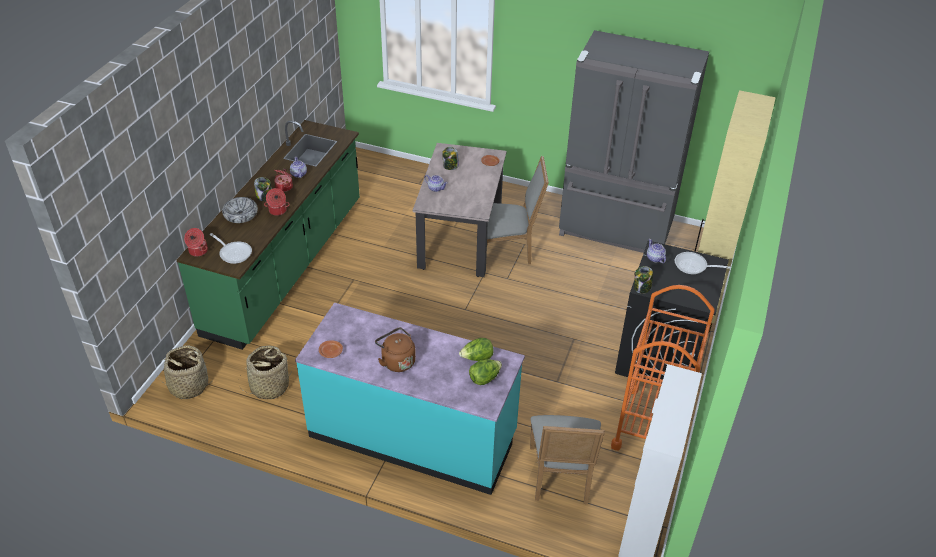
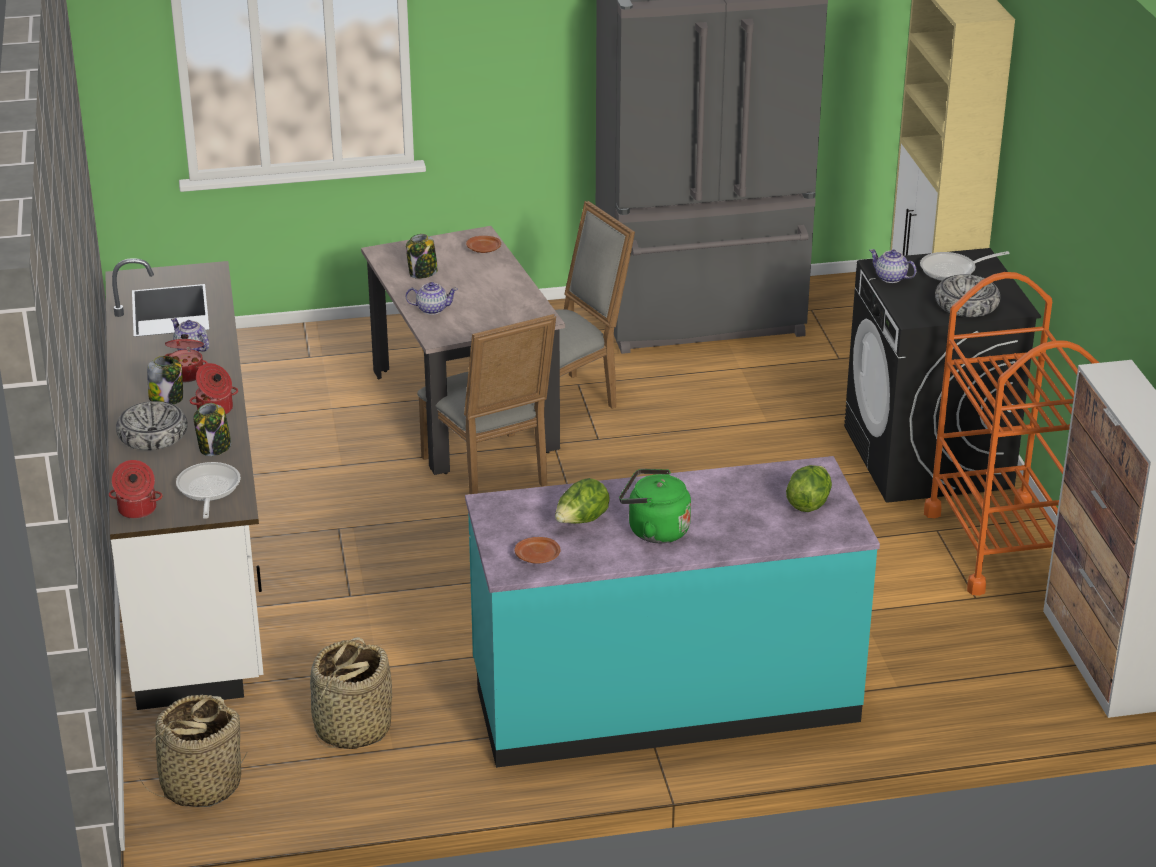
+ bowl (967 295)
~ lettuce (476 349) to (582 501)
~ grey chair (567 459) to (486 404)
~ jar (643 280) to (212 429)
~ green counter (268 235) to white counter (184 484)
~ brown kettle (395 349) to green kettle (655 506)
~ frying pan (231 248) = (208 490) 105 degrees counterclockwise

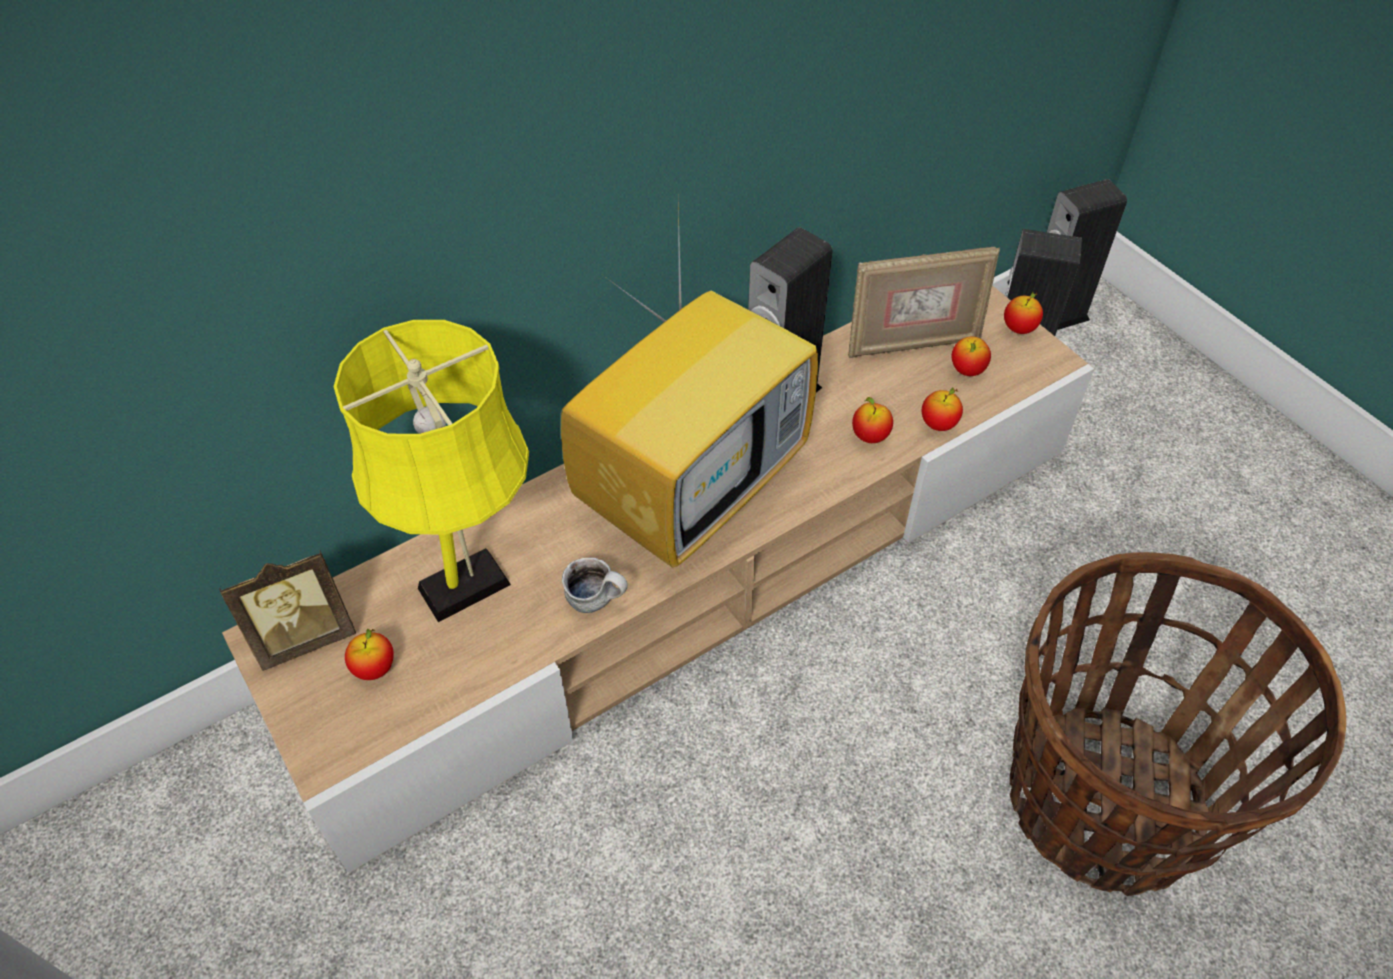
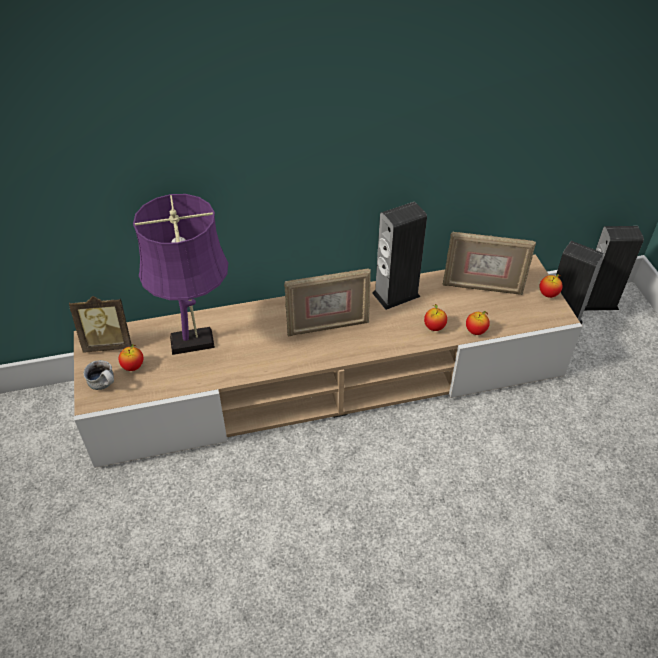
- apple (971 356)
- basket (1178 724)
~ mug (595 585) to (98 375)
~ television (689 387) to picture frame (327 302)
~ yellow table lamp (431 471) to purple table lamp (180 274)

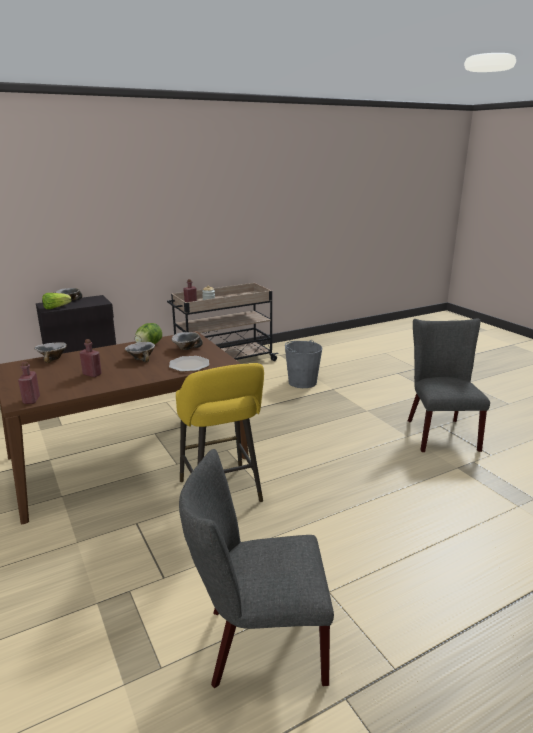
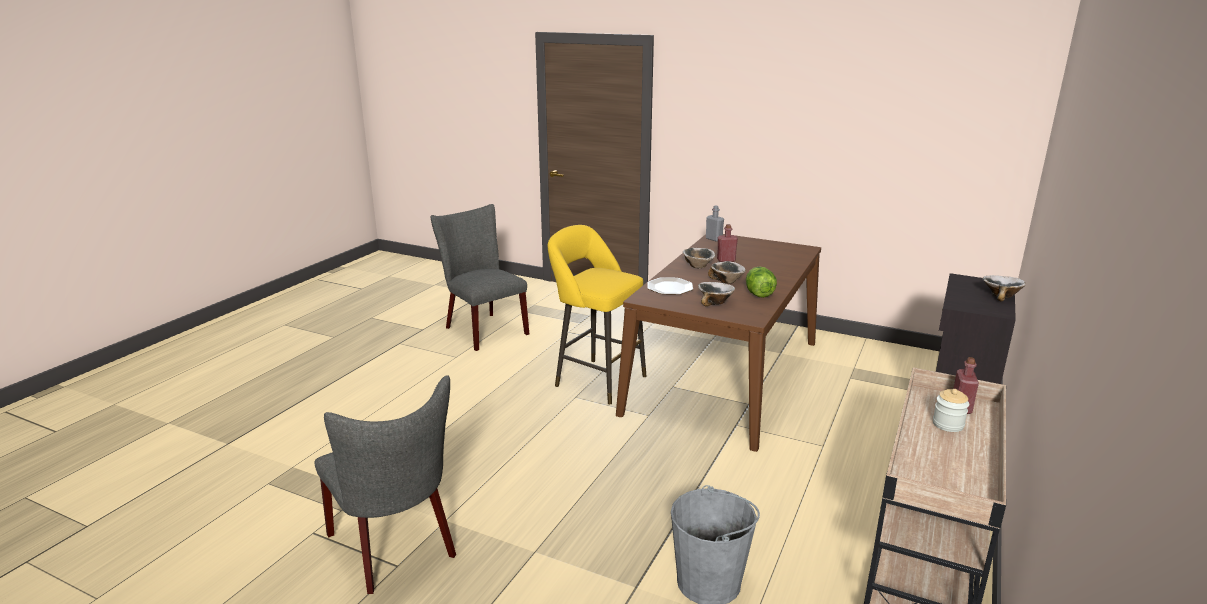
- lettuce (57 301)
~ bowl (50 352) to (699 258)
~ red bottle (29 382) to grey bottle (715 224)
~ grey chair (256 568) = (480 277) 90 degrees counterclockwise

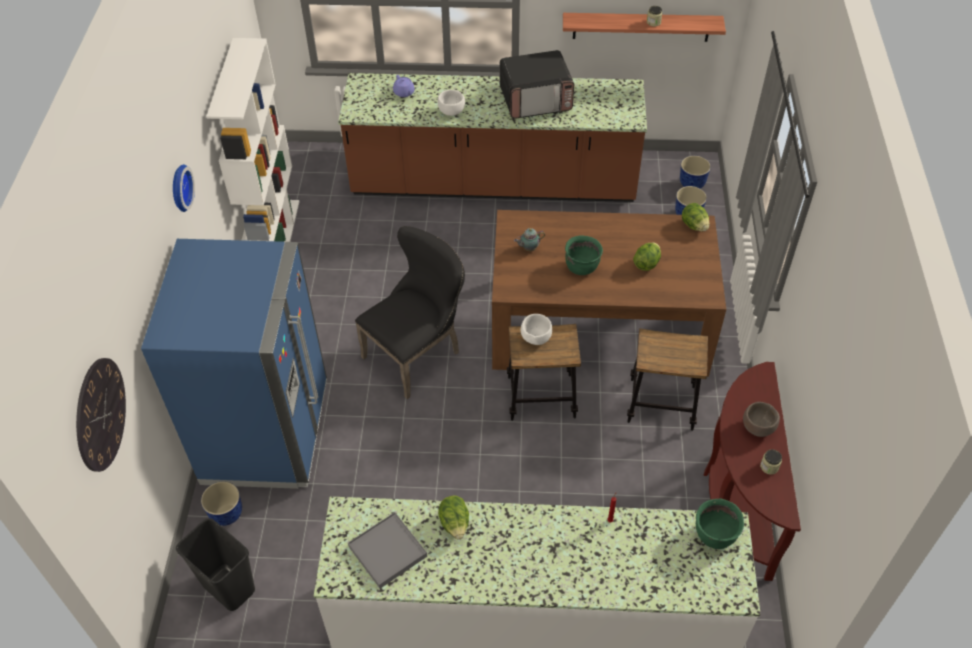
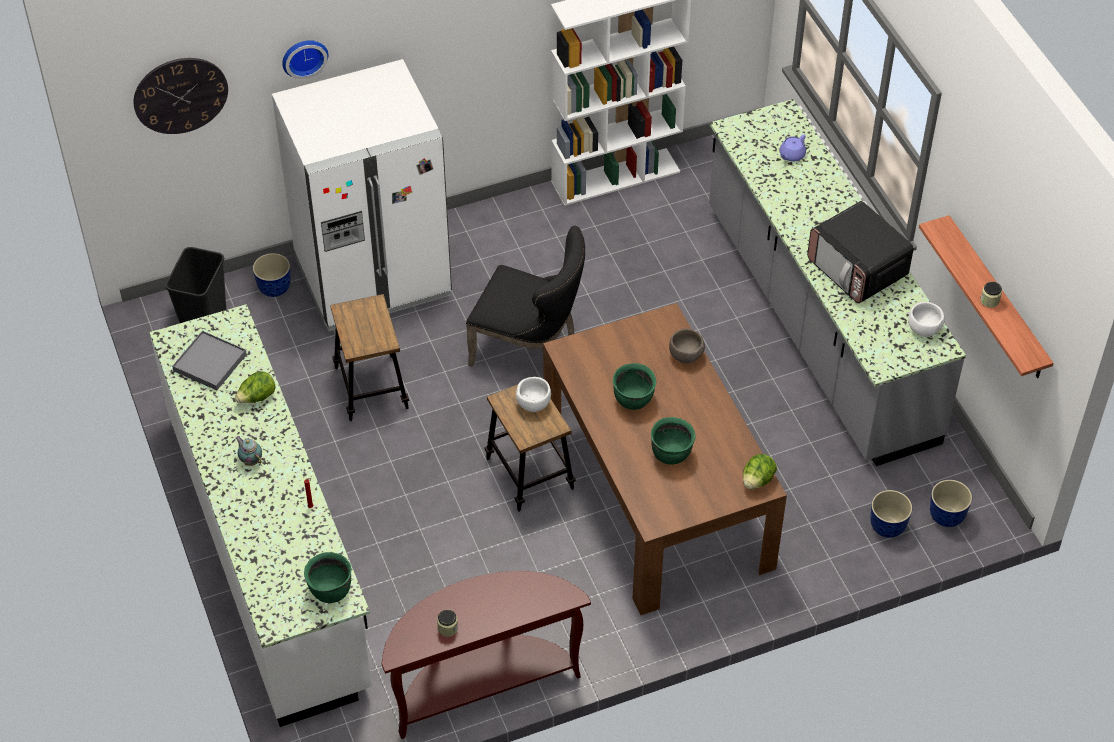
~ wall clock (184 188) to (305 59)
~ white bowl (451 103) to (926 319)
~ teapot (529 239) to (248 451)
~ stool (667 379) to (369 357)
~ brown bowl (761 419) to (687 346)
~ lettuce (647 256) to green cooking pot (673 441)
~ blue fridge (234 364) to white fridge (362 195)
~ brown counter (492 137) to grey counter (837 282)

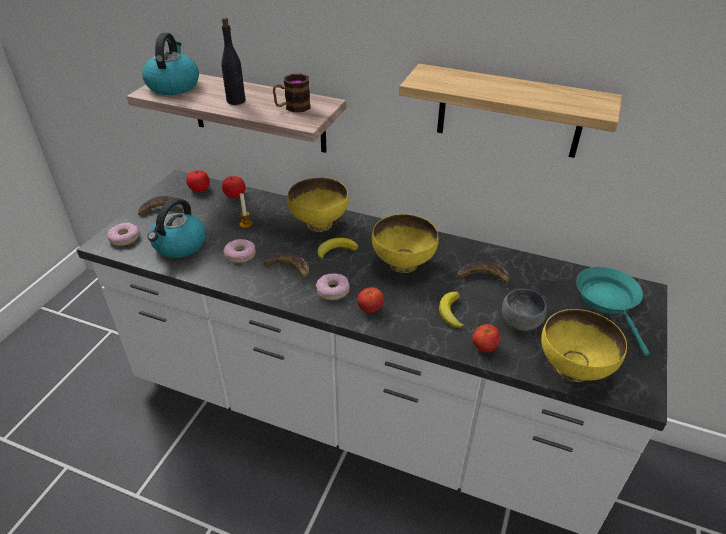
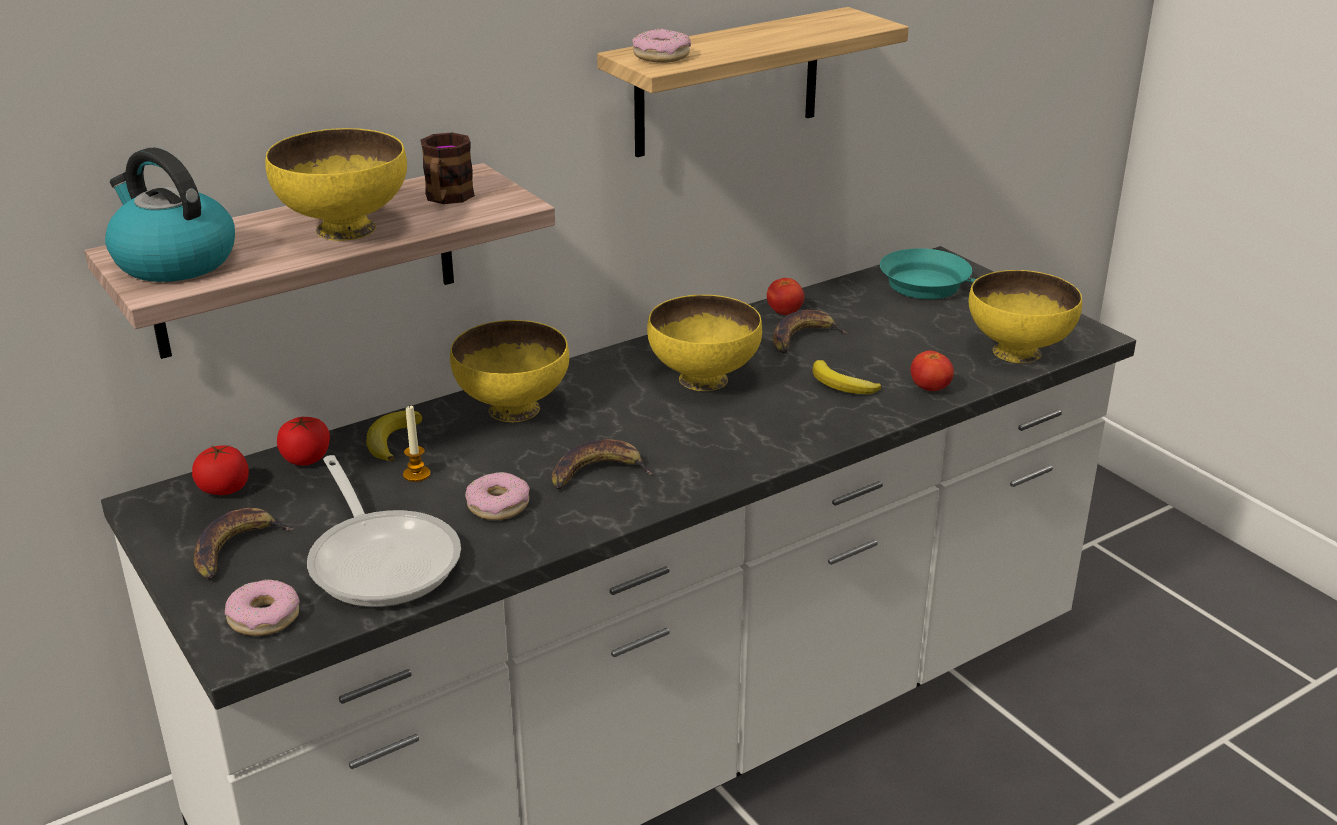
- grey bowl (524 310)
~ donut (332 286) to (661 46)
~ banana (337 249) to (394 435)
~ tomato (370 300) to (785 296)
~ kettle (176 228) to frying pan (384 531)
~ black bottle (233 61) to yellow bowl (336 184)

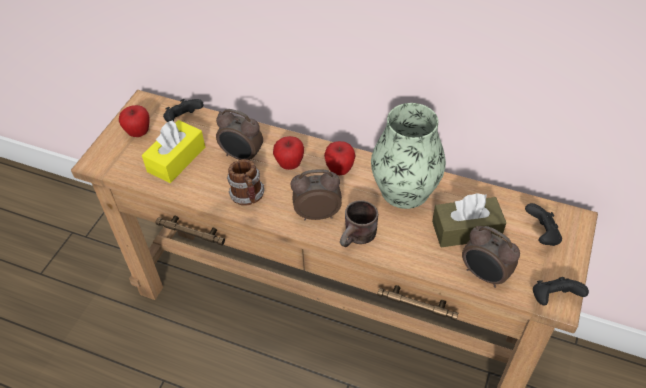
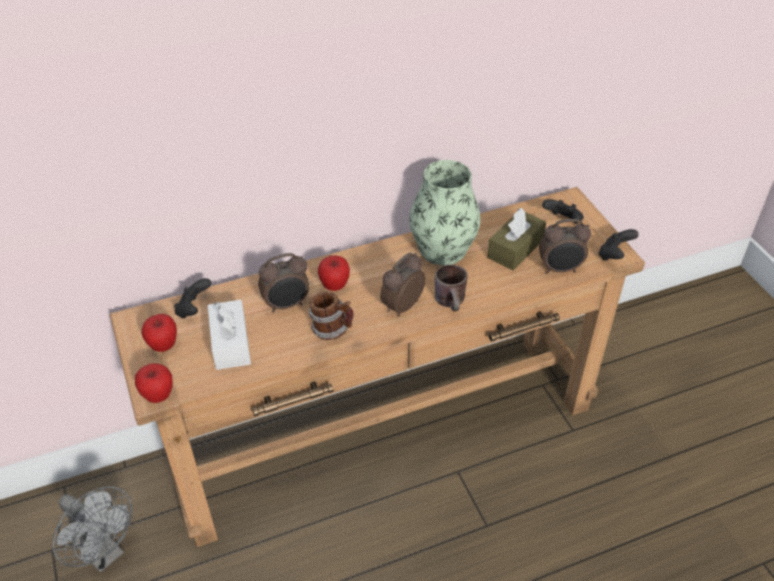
+ grey fan (92 529)
~ apple (340 158) to (154 383)
~ yellow tissue box (173 151) to white tissue box (229 335)

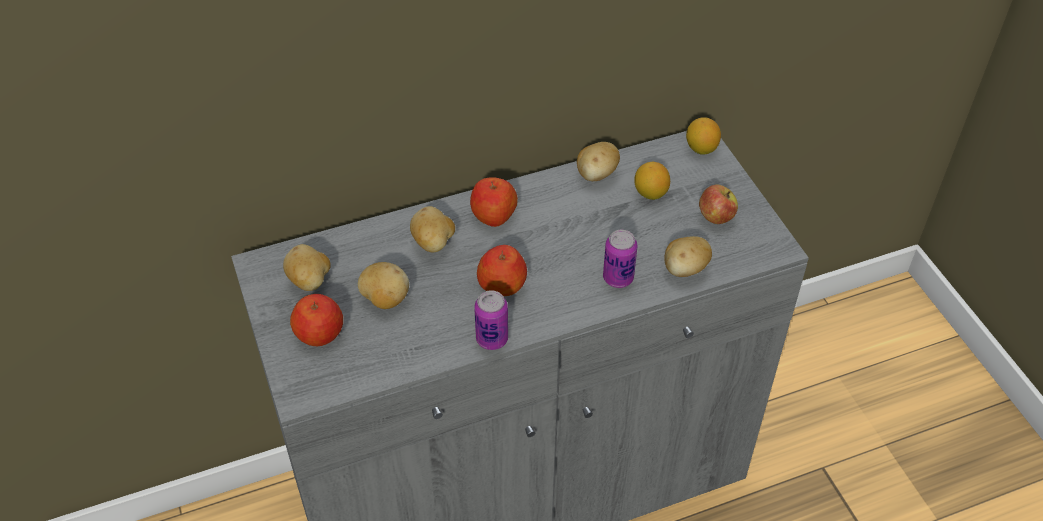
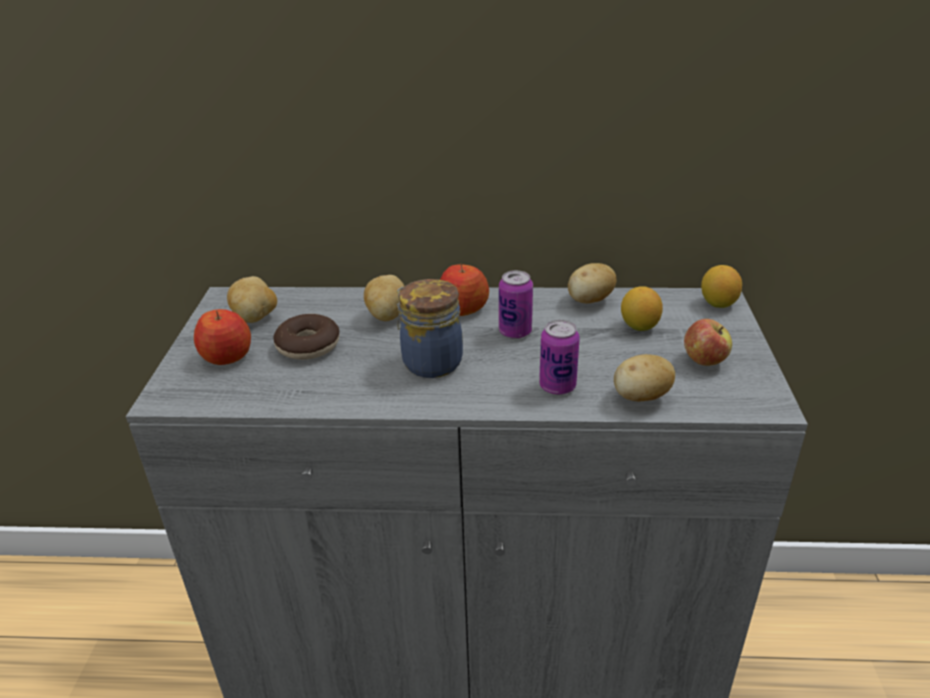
~ can (491 320) to (516 304)
~ potato (383 285) to donut (306 337)
~ apple (502 270) to jar (430 328)

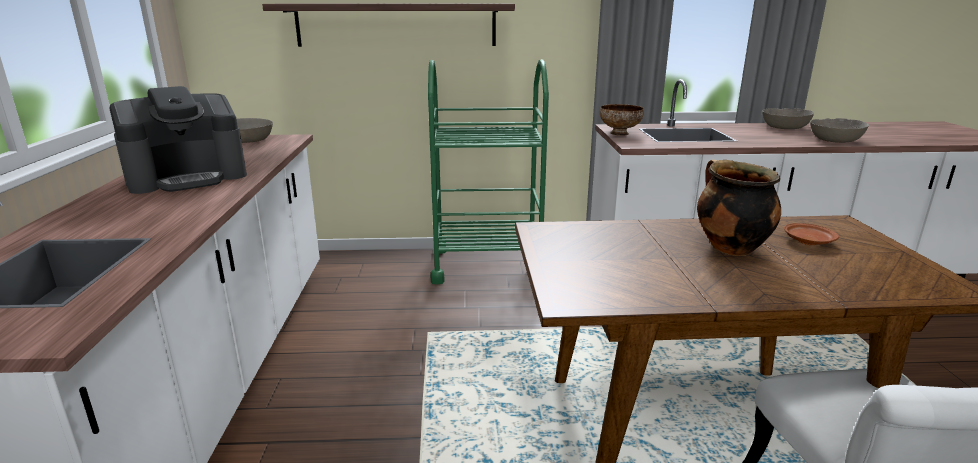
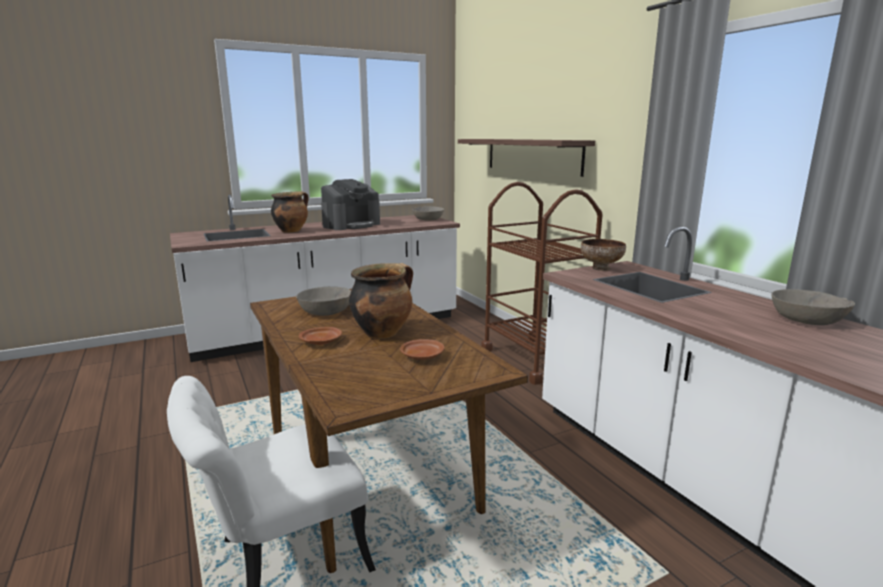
+ cooking pot (290 212)
+ brown plate (320 336)
~ grey bowl (839 130) to (323 301)
~ green cart (488 172) to brown cart (542 283)
~ coffee machine (178 140) = (350 204) 75 degrees counterclockwise

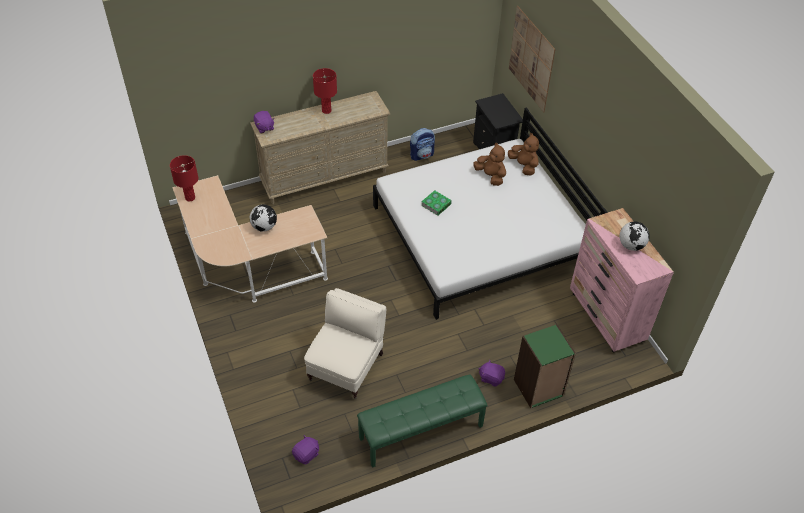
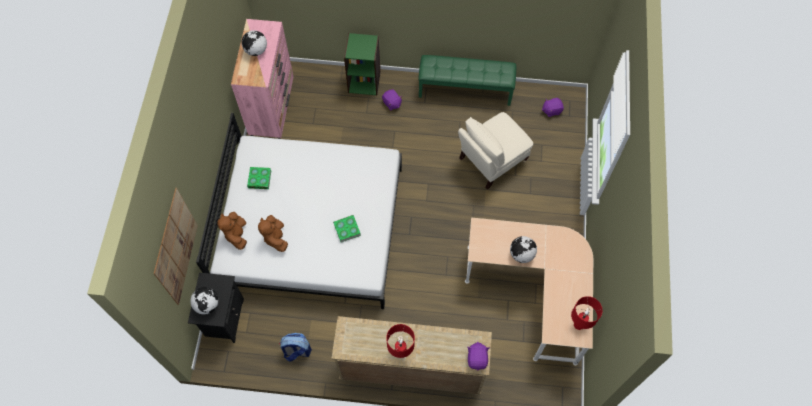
+ globe (204 301)
+ book (259 178)

